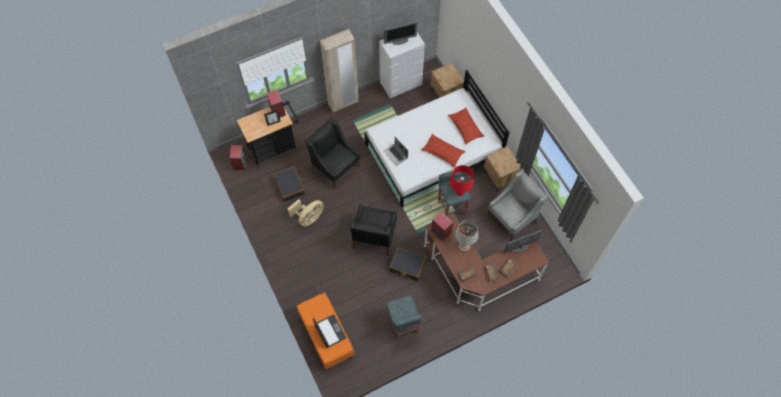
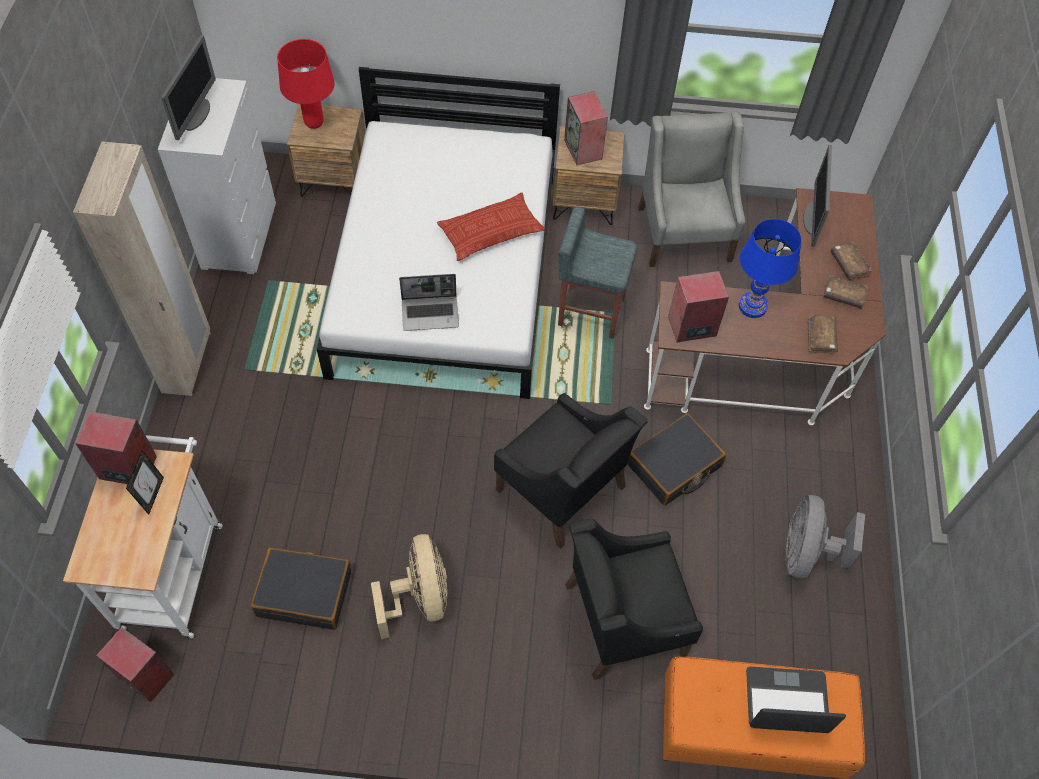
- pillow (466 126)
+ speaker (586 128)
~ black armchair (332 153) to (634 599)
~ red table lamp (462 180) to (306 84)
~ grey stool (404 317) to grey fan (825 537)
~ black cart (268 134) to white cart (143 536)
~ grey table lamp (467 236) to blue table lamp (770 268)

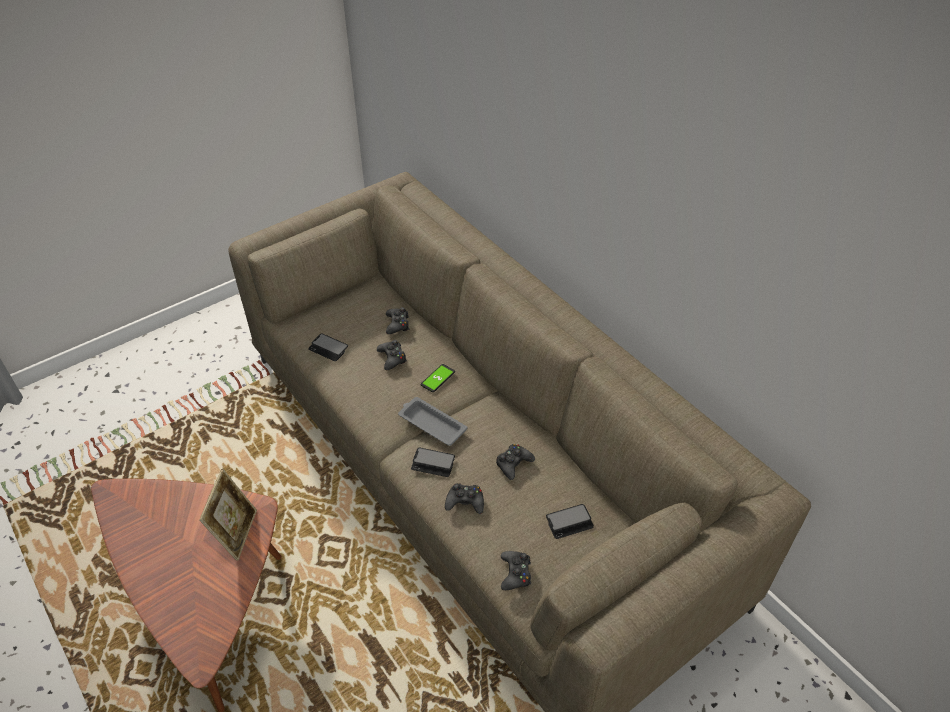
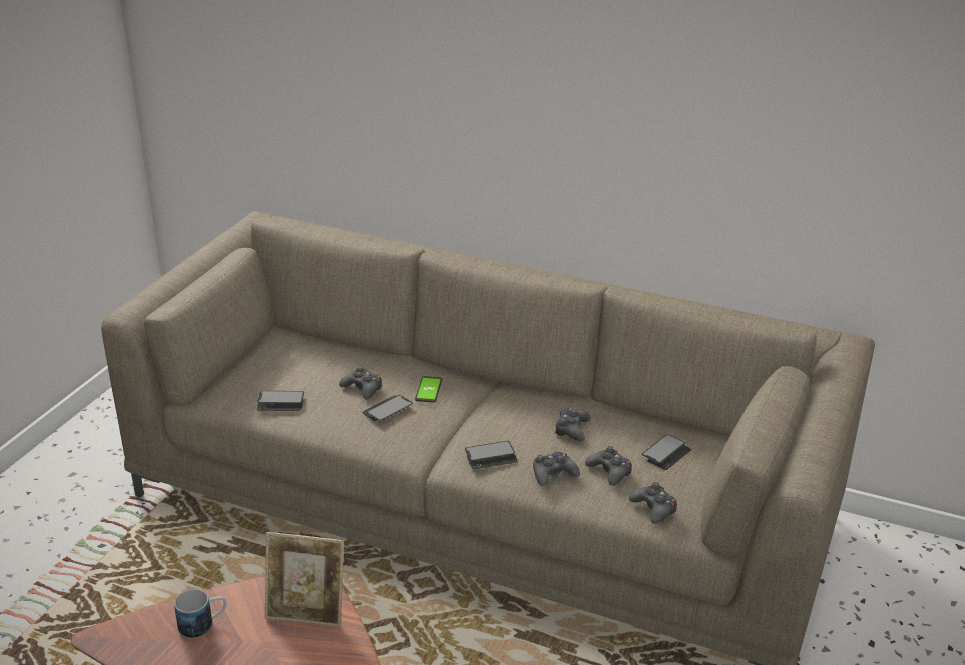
- grey tray (432 421)
+ mug (200 613)
+ phone (387 408)
~ black game controller (397 320) to (608 466)
~ picture frame (228 515) = (304 579) 120 degrees clockwise

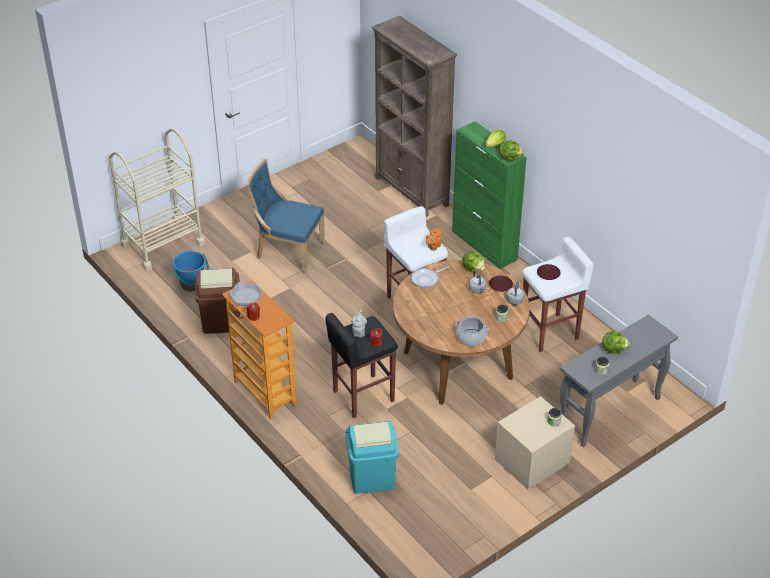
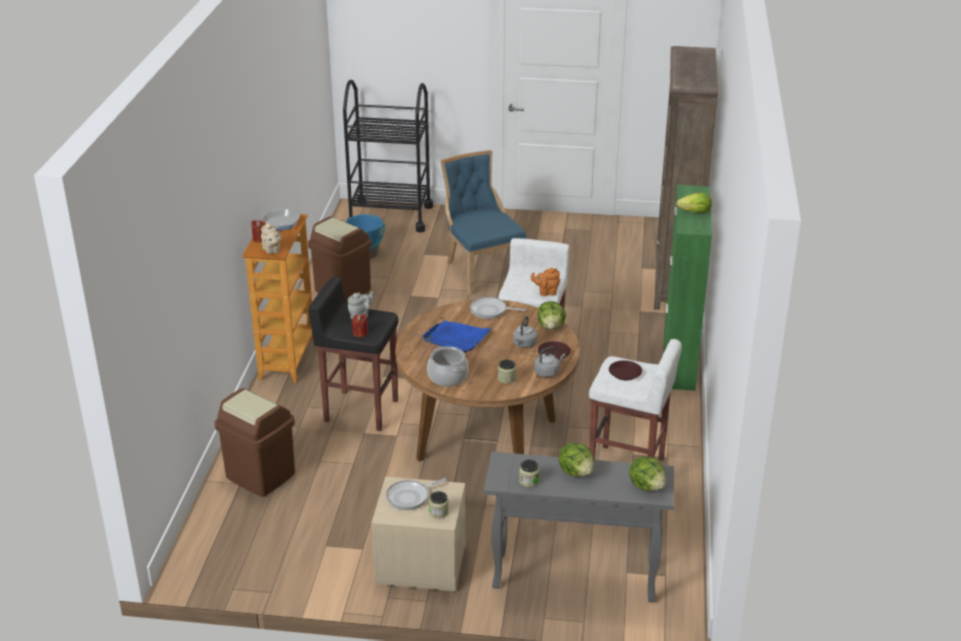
+ beige teapot (271 238)
+ frying pan (416 494)
+ blue tray (457 337)
~ lettuce (511 150) to (647 473)
~ beige cart (157 199) to black cart (388 156)
~ turquoise trash can (372 457) to brown trash can (255 442)

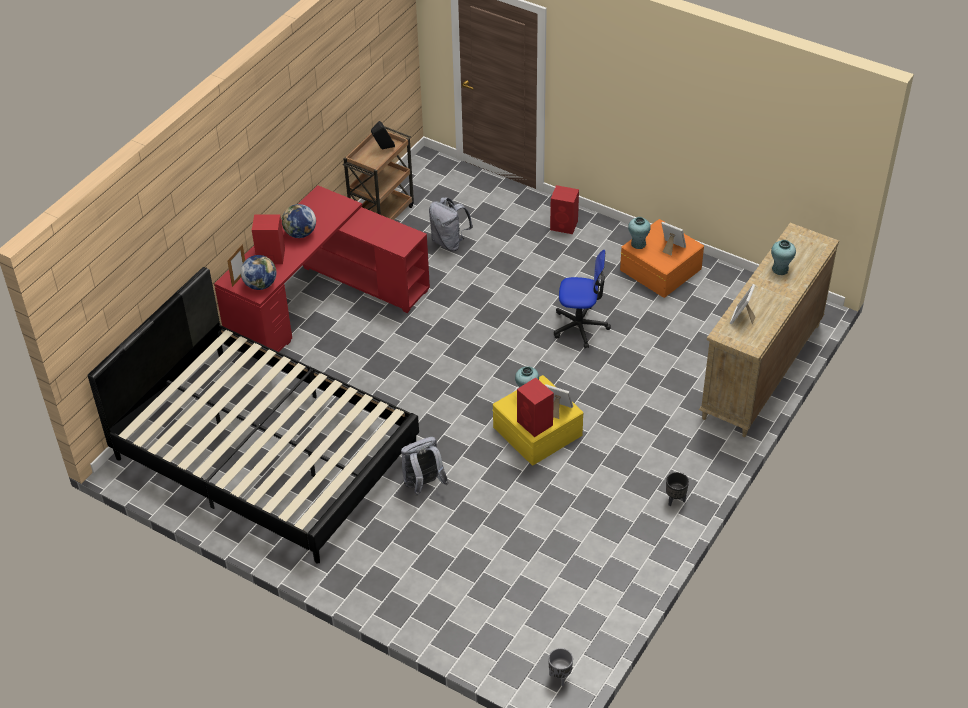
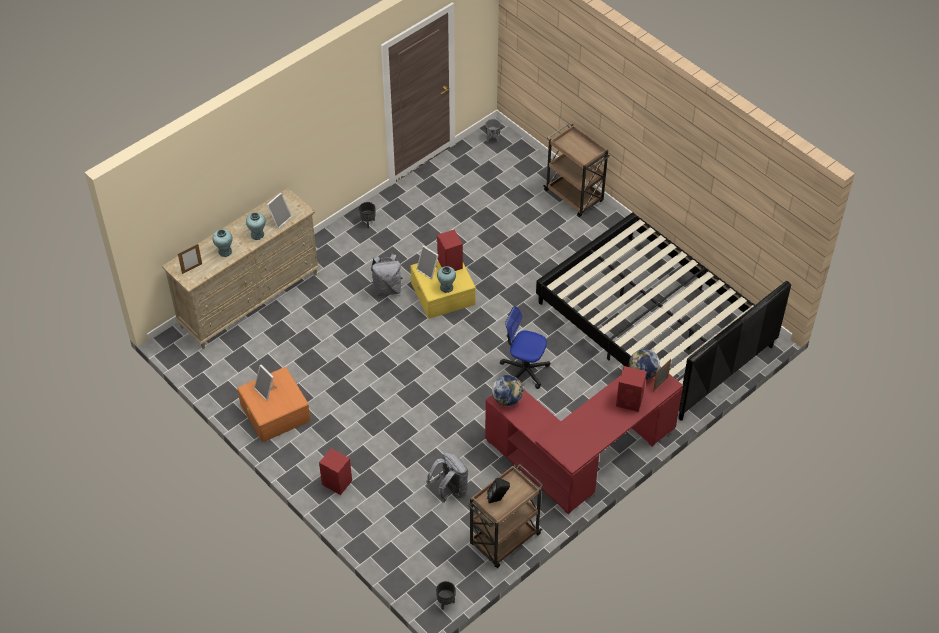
+ picture frame (190 259)
+ black planter (446 595)
+ brown cart (576 170)
~ globe (299 221) to (507 390)
~ grey backpack (425 466) to (387 275)
~ office chair (582 299) to (525 347)
~ turquoise vase (639 233) to (256 226)

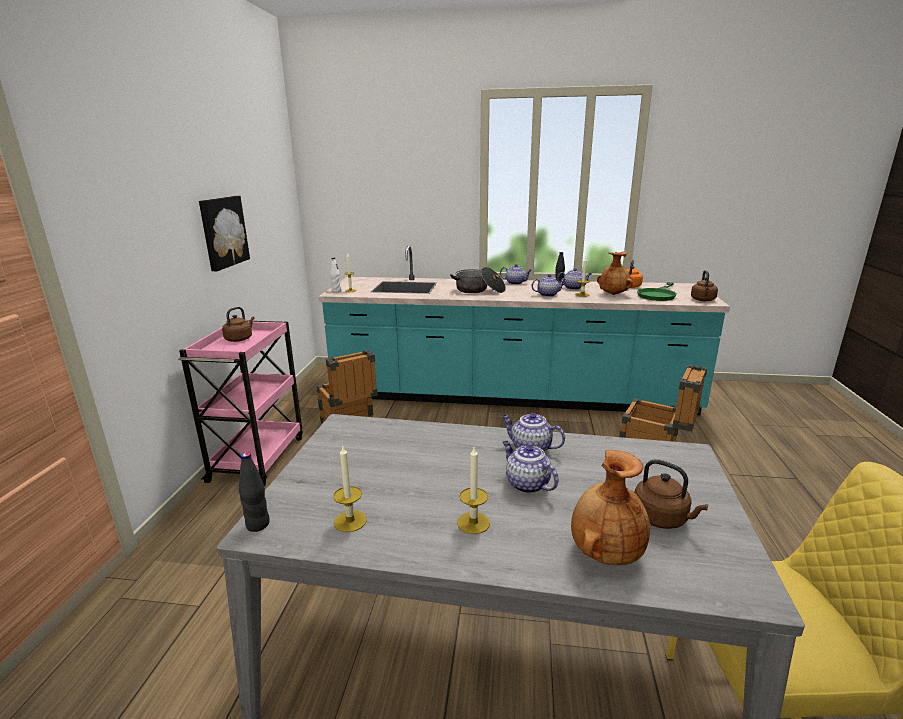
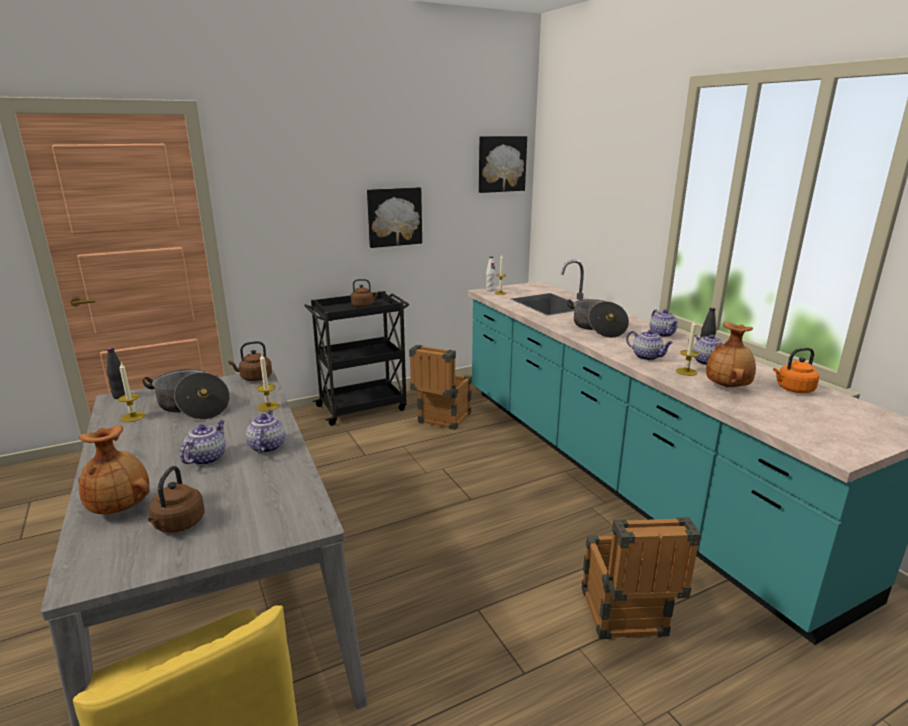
- green frying pan (657 291)
+ cooking pot (186 394)
+ picture (503 164)
~ candle (473 490) to (267 383)
~ brown kettle (704 285) to (250 361)
~ pink cart (240 403) to black cart (356 358)

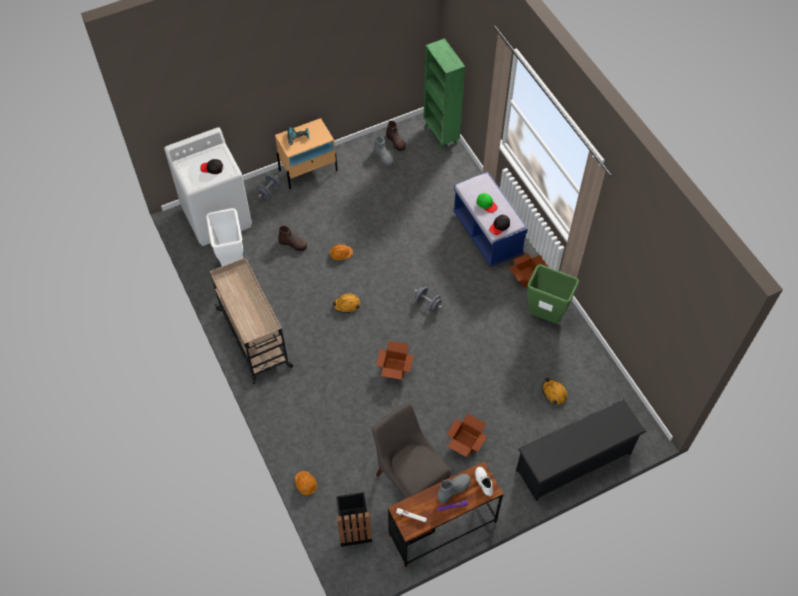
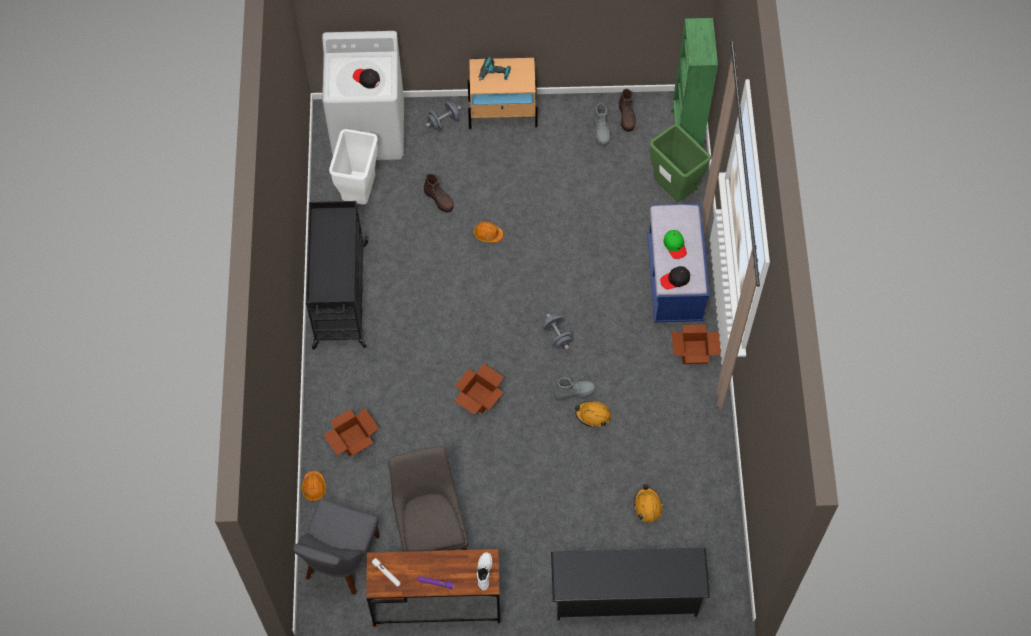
~ orange hard hat (346 303) to (593 414)
~ grey boot (454 488) to (574 389)
~ cardboard box (467 435) to (351 432)
~ green trash can (553 294) to (680 163)
~ black trash can (354 519) to grey chair (336 547)
~ beige cart (251 320) to black cart (337 275)

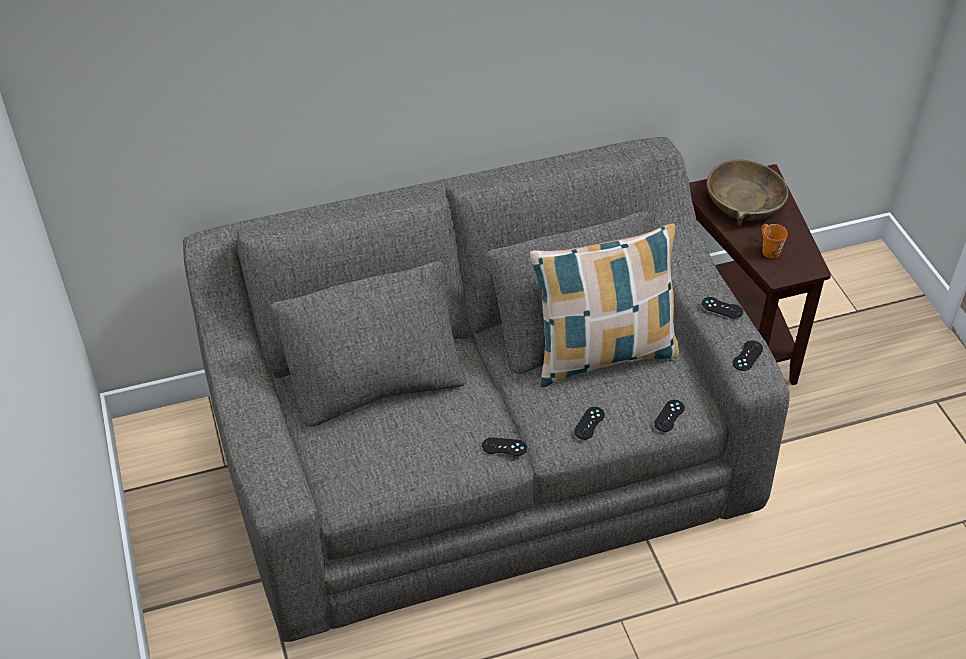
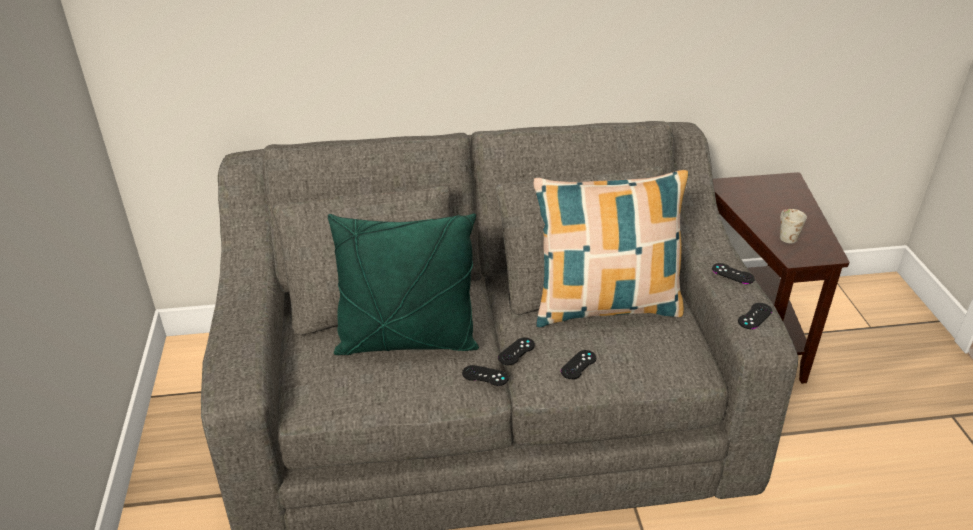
- brown bowl (748 192)
+ green pillow (403 284)
~ black game controller (669 416) to (516 351)
~ orange mug (775 241) to white mug (793 226)

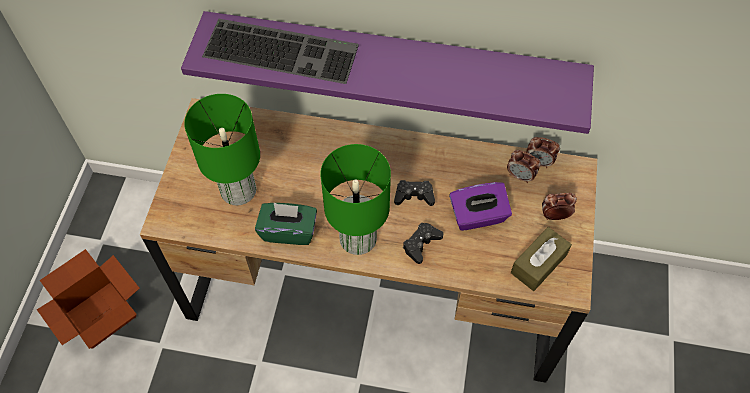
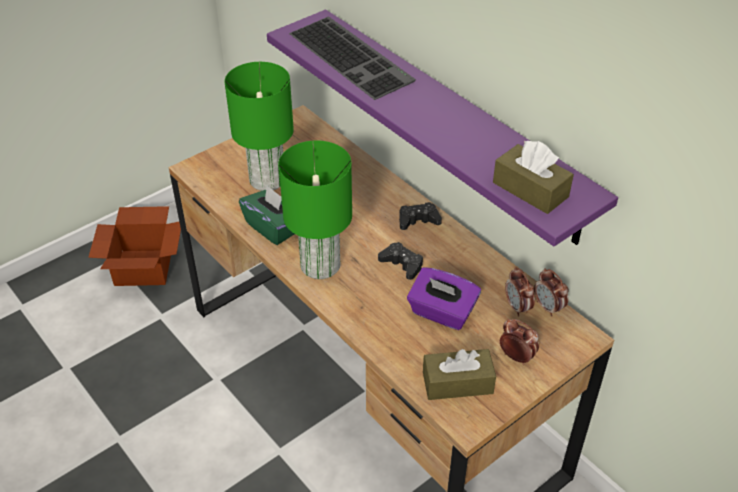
+ brown tissue box (533 177)
~ black game controller (423 243) to (420 216)

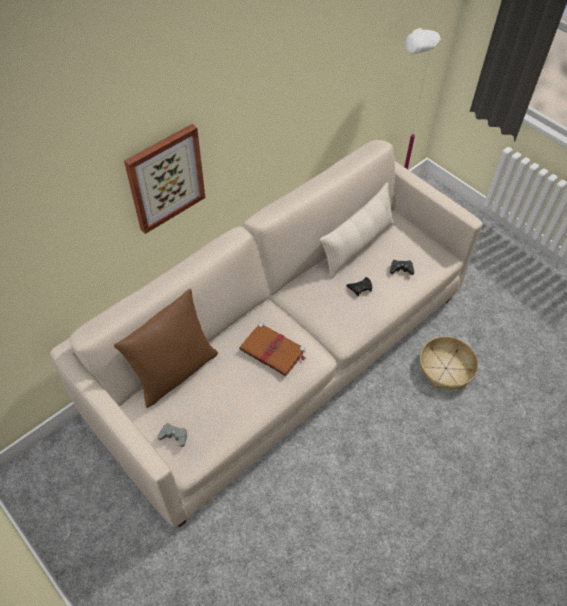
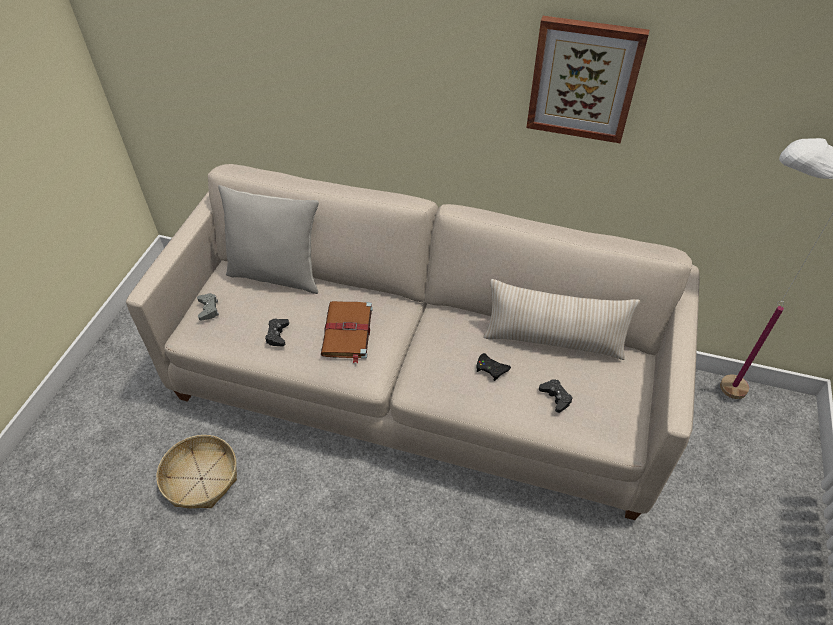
+ black game controller (277 332)
~ picture (164 179) to (587 80)
~ basket (449 363) to (196 471)
~ brown pillow (166 348) to grey pillow (268 239)

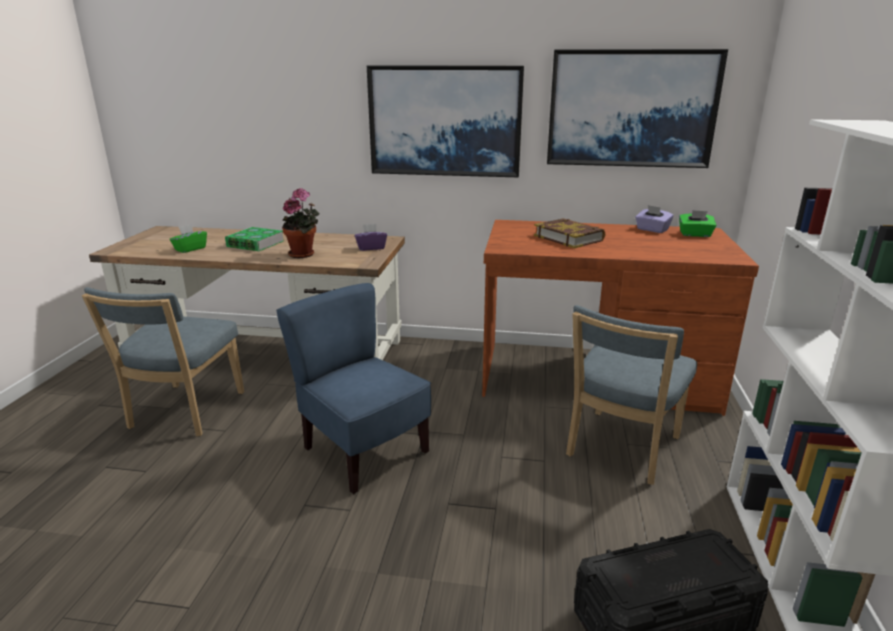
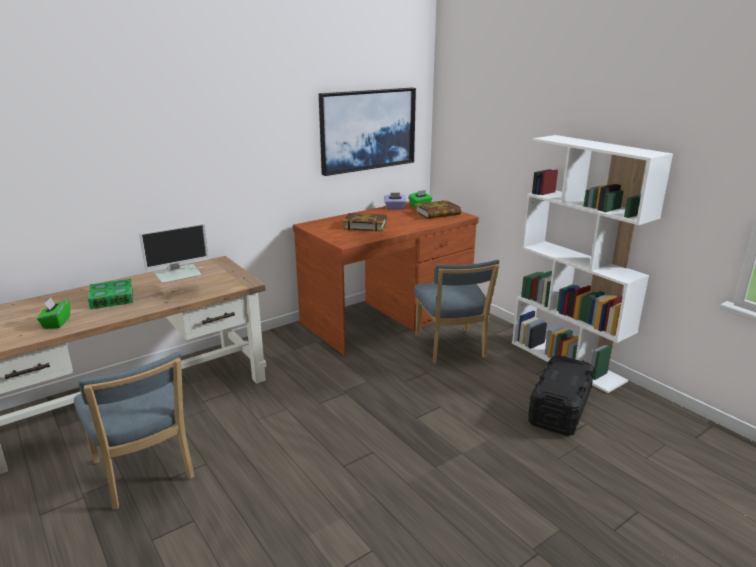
- blue chair (353 388)
- purple tissue box (371 237)
- picture (445 121)
+ book (438 209)
~ potted plant (301 223) to monitor (173 255)

